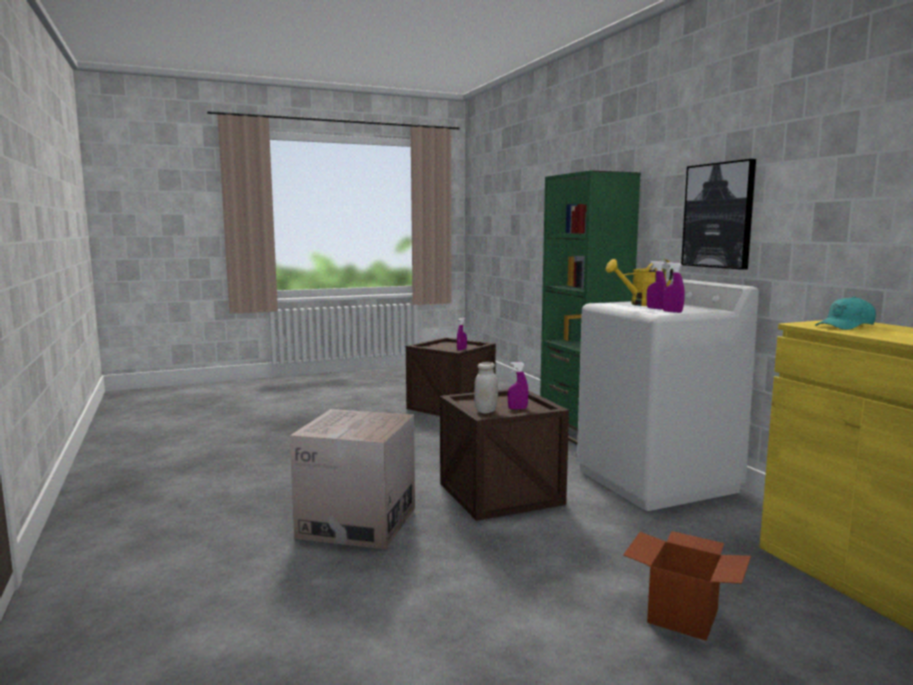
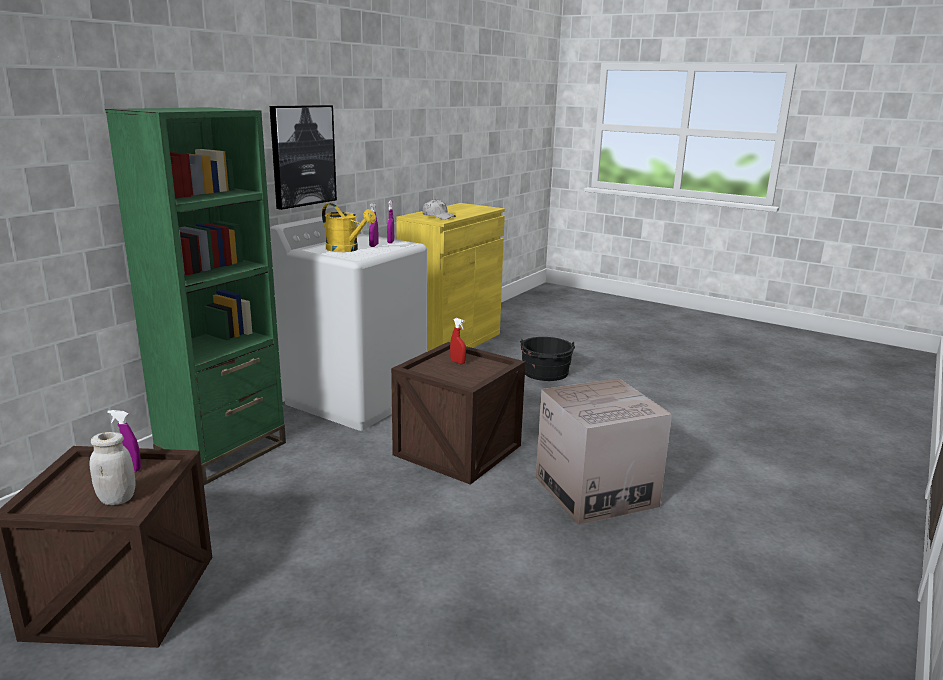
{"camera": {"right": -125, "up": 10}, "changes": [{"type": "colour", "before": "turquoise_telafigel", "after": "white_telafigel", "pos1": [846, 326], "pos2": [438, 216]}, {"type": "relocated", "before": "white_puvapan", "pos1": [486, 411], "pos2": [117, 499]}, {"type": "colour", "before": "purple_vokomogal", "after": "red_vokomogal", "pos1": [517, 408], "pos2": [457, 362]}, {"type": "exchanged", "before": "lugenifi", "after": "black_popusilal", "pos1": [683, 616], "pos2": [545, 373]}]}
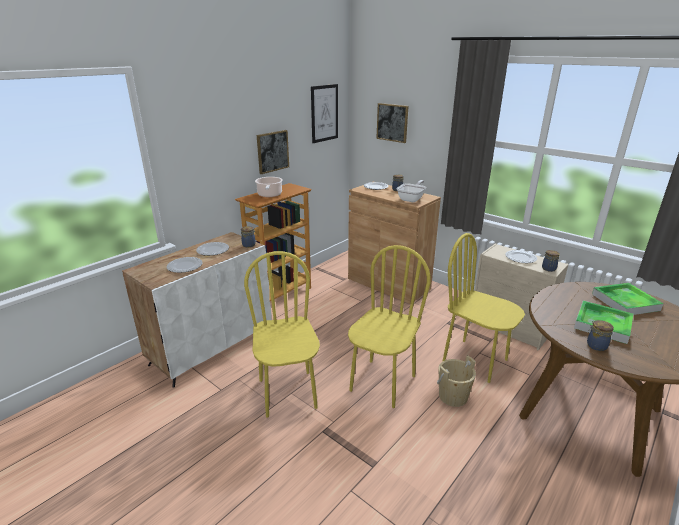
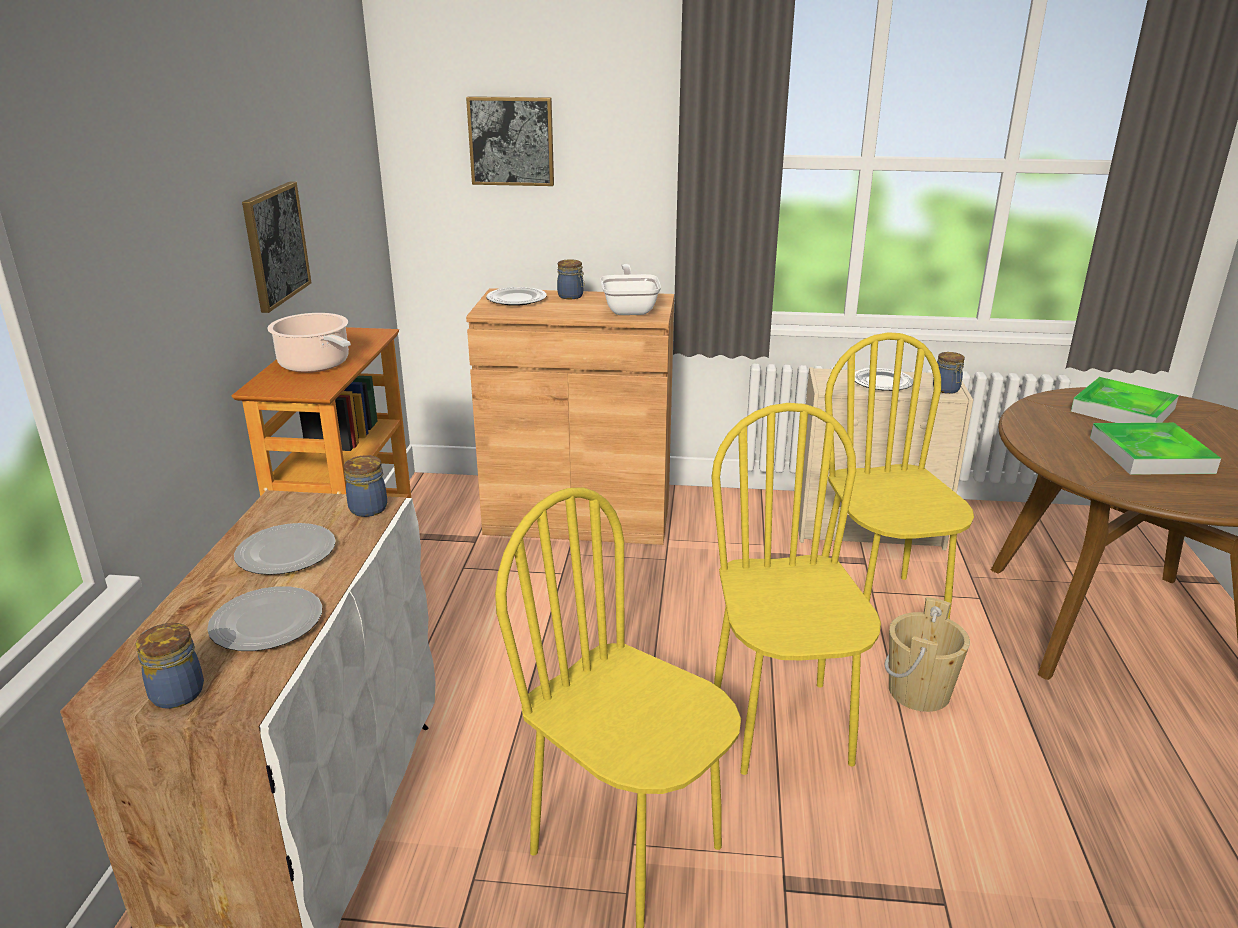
{"camera": {"right": -35, "up": 0}, "changes": [{"type": "missing", "before": "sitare", "pos1": [324, 113]}, {"type": "spun", "before": "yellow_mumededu", "pos1": [475, 360], "pos2": [880, 609], "turn": 75}, {"type": "relocated", "before": "puvapan", "pos1": [595, 345], "pos2": [175, 693]}]}
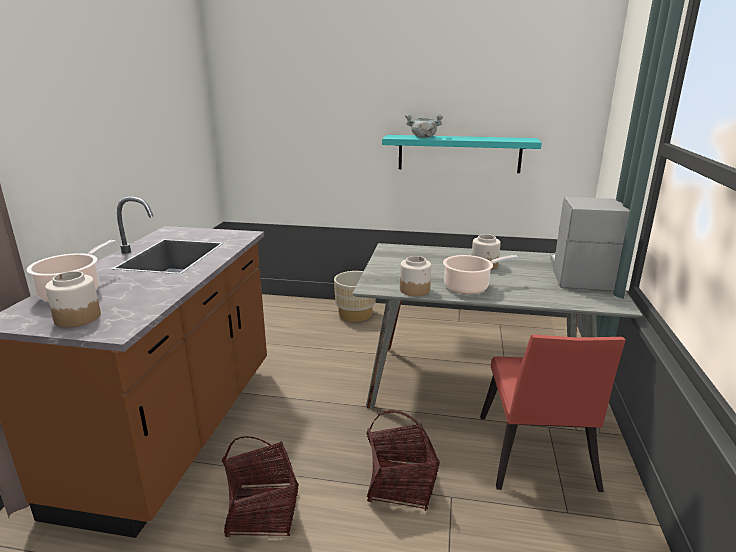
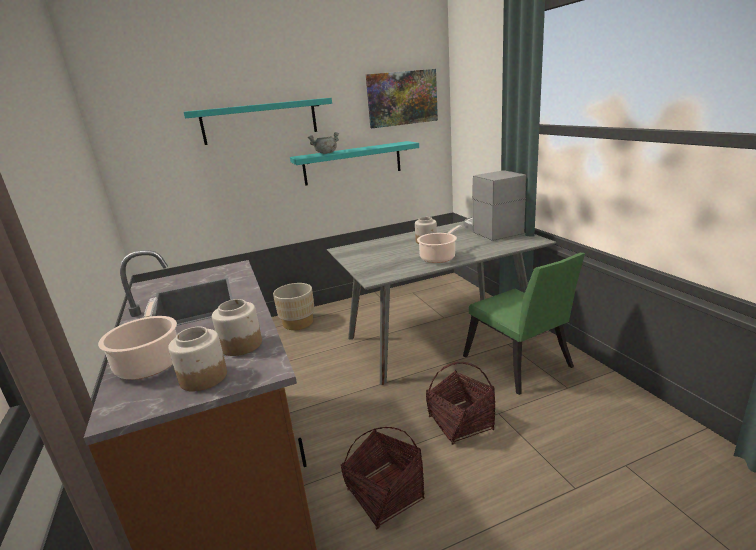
{"camera": {"right": -30, "up": 0}, "changes": [{"type": "relocated", "before": "puvapan", "pos1": [415, 290], "pos2": [241, 344]}, {"type": "colour", "before": "red_mumededu", "after": "green_mumededu", "pos1": [535, 458], "pos2": [520, 365]}, {"type": "appeared", "after": "sitare", "pos2": [402, 98]}, {"type": "appeared", "after": "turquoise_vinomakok", "pos2": [260, 121]}]}
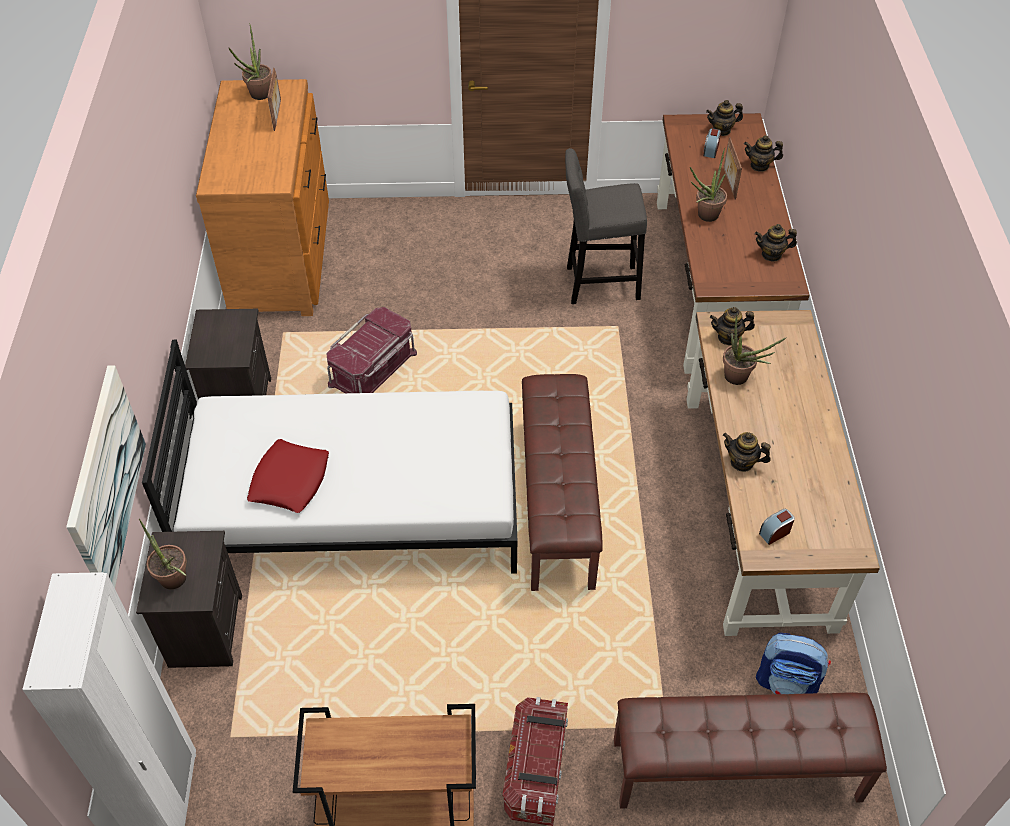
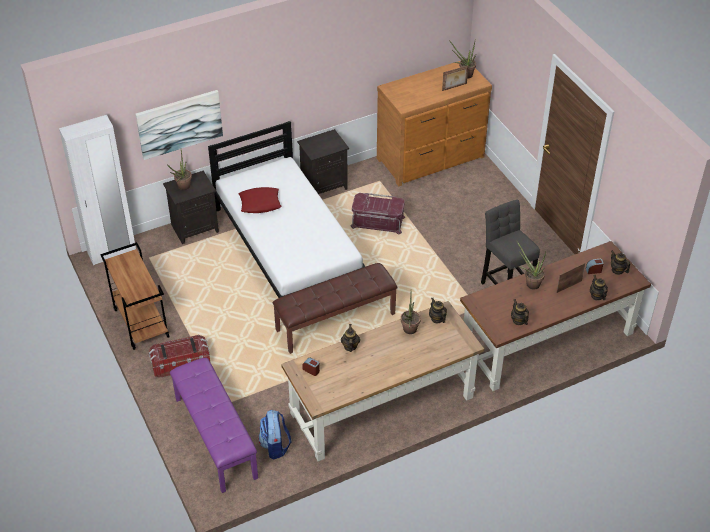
{"camera": {"right": 65, "up": -5}, "changes": [{"type": "colour", "before": "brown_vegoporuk", "after": "purple_vegoporuk", "pos1": [735, 771], "pos2": [215, 437]}]}
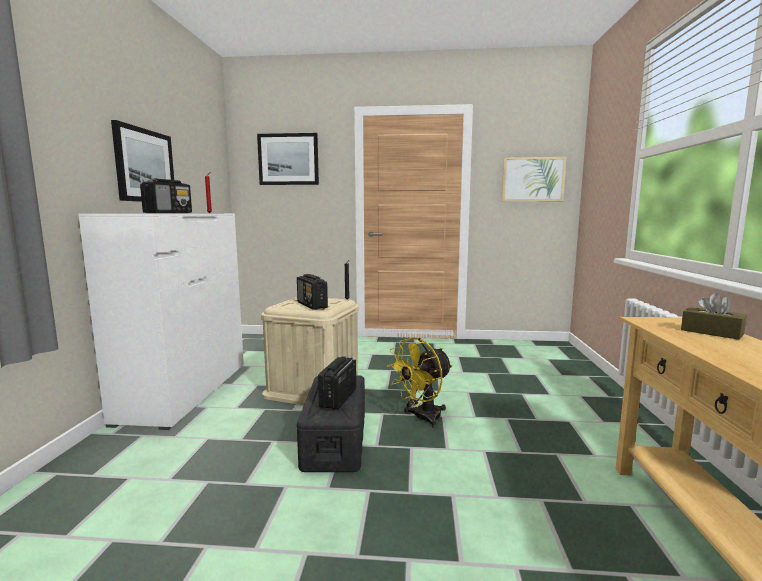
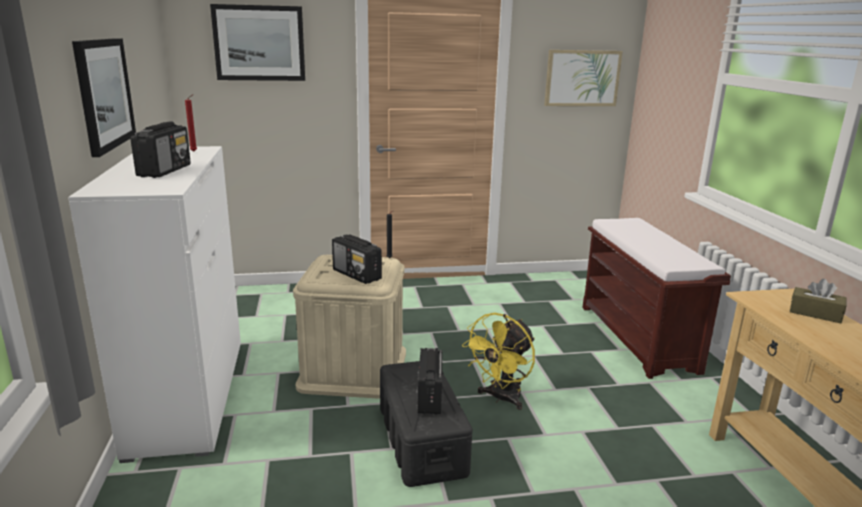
{"camera": {"right": -15, "up": 10}, "changes": [{"type": "appeared", "after": "brown_vegoporuk", "pos2": [638, 338]}]}
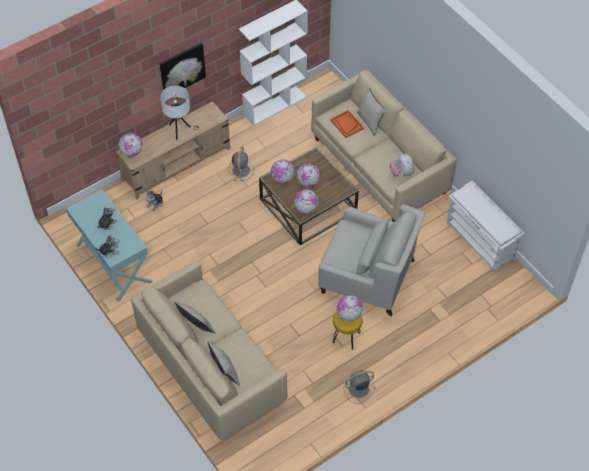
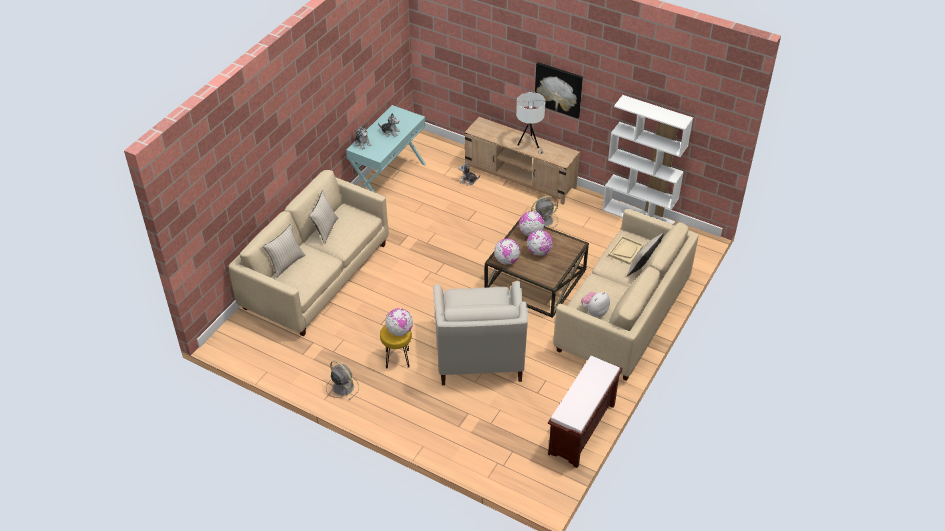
{"camera": {"right": 65, "up": -10}, "changes": [{"type": "colour", "before": "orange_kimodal", "after": "beige_kimodal", "pos1": [346, 124], "pos2": [625, 251]}, {"type": "missing", "before": "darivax", "pos1": [131, 152]}, {"type": "colour", "before": "white_vegoporuk", "after": "brown_vegoporuk", "pos1": [480, 242], "pos2": [582, 430]}]}
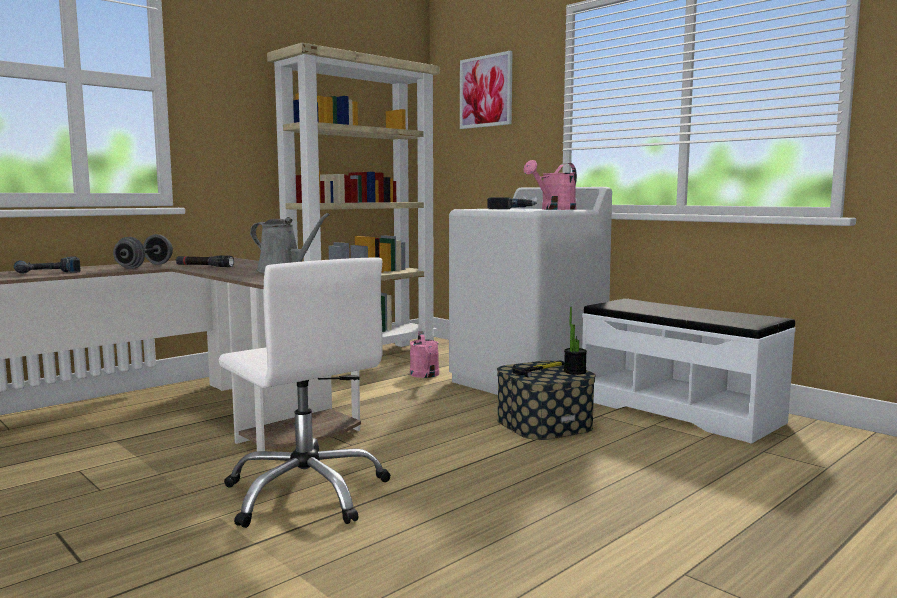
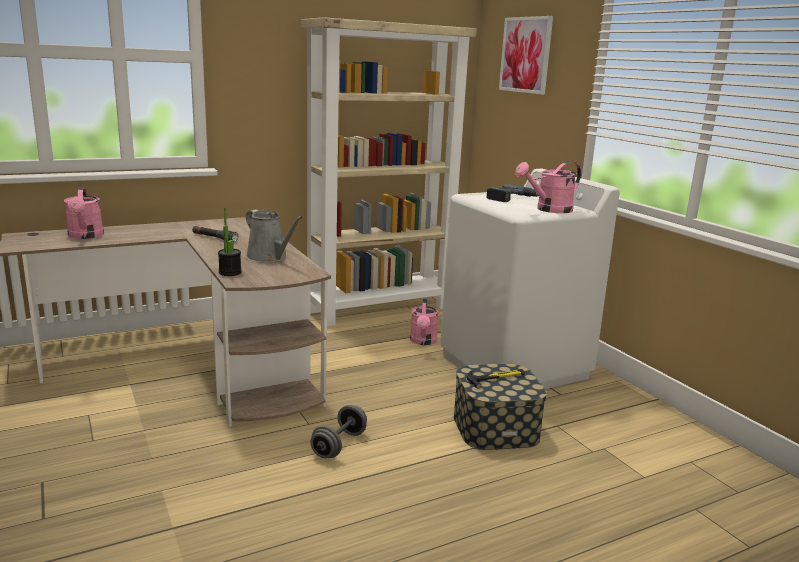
{"camera": {"right": 15, "up": 10}, "changes": [{"type": "relocated", "before": "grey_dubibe", "pos1": [145, 266], "pos2": [339, 445]}, {"type": "exchanged", "before": "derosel", "after": "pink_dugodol", "pos1": [46, 272], "pos2": [85, 236]}, {"type": "missing", "before": "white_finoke", "pos1": [307, 493]}, {"type": "missing", "before": "white_vegoporuk", "pos1": [679, 410]}, {"type": "relocated", "before": "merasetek", "pos1": [574, 371], "pos2": [230, 272]}]}
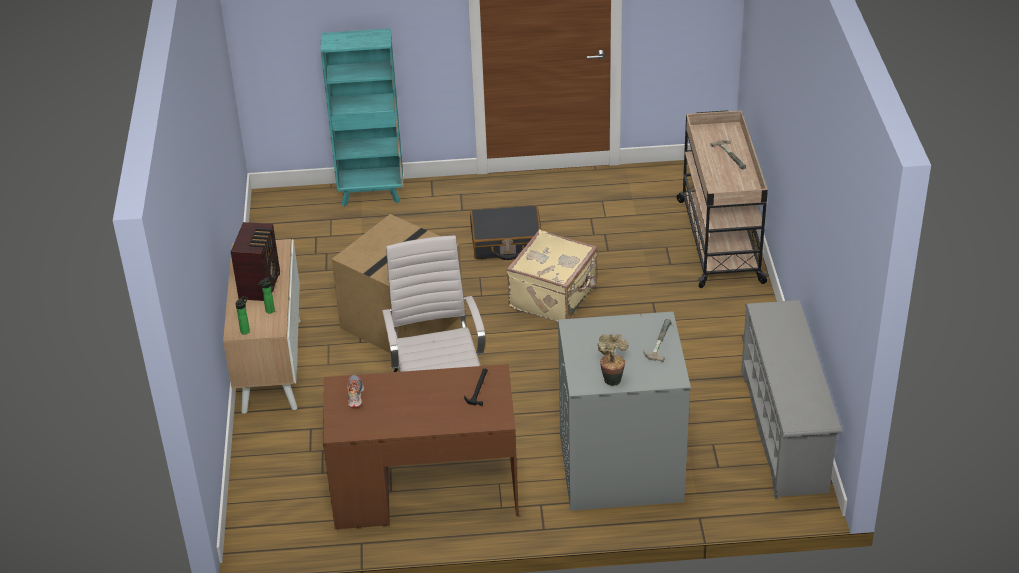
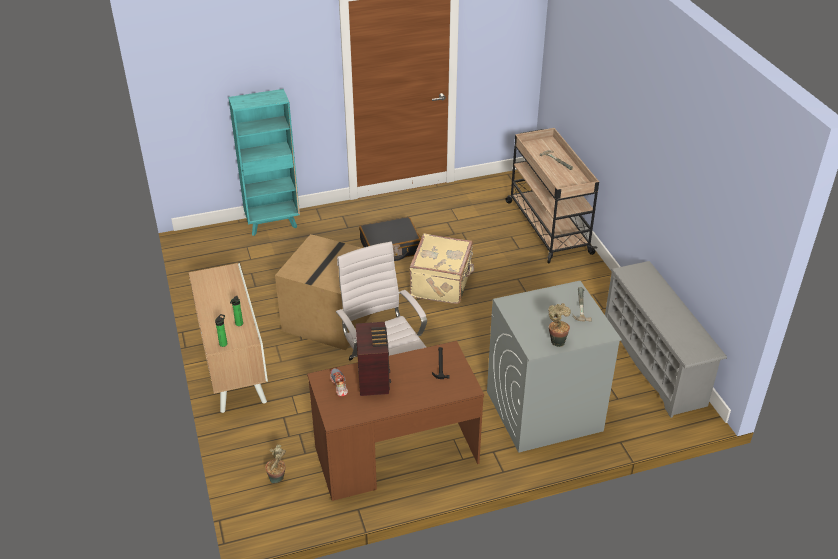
{"camera": {"right": -15, "up": 0}, "changes": [{"type": "relocated", "before": "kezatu", "pos1": [261, 285], "pos2": [374, 378]}, {"type": "appeared", "after": "merasetek", "pos2": [278, 479]}]}
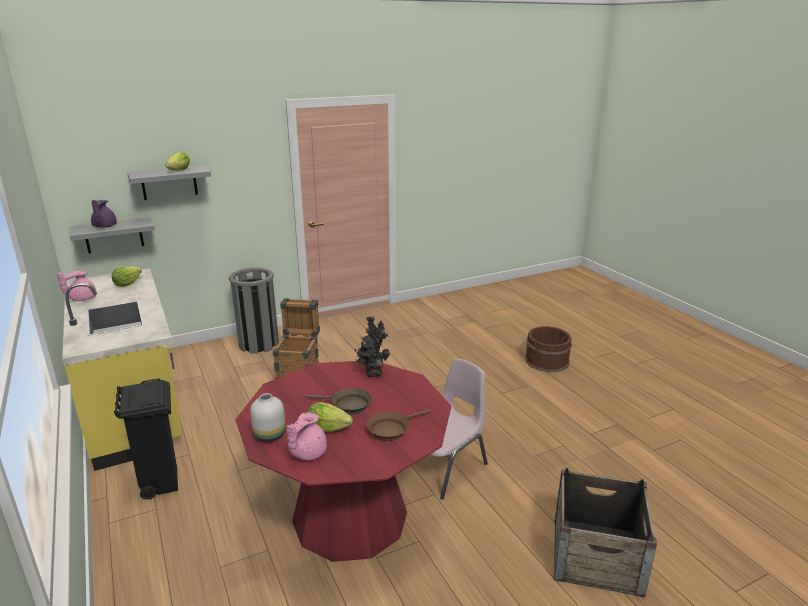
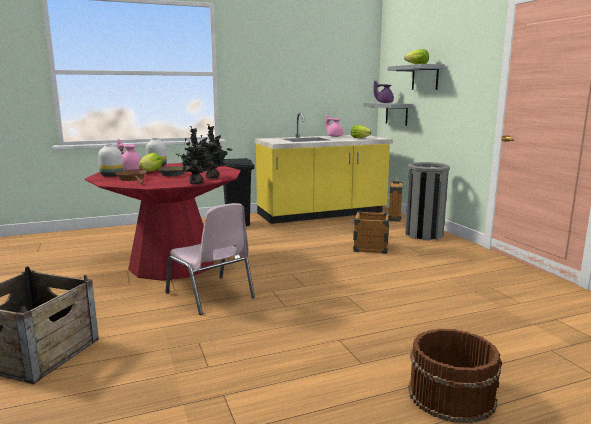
{"camera": {"right": 95, "up": -10}, "changes": [{"type": "appeared", "after": "merasetek", "pos2": [197, 183]}, {"type": "appeared", "after": "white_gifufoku", "pos2": [111, 175]}]}
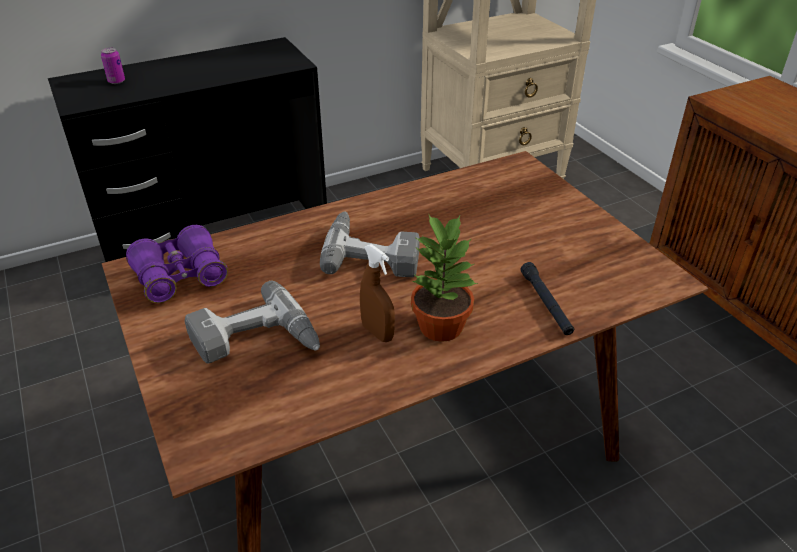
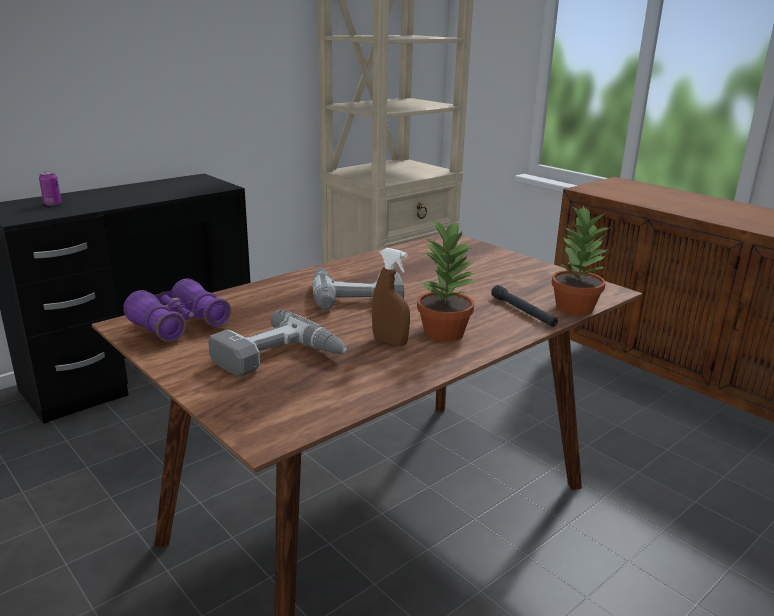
{"camera": {"right": -15, "up": -15}, "changes": [{"type": "appeared", "after": "merasetek", "pos2": [573, 307]}]}
